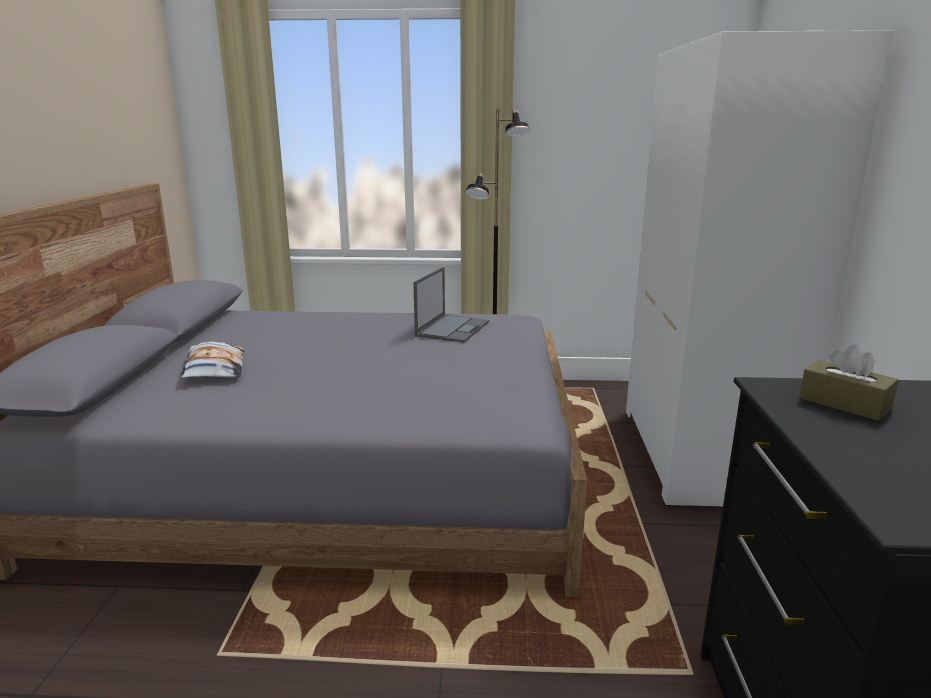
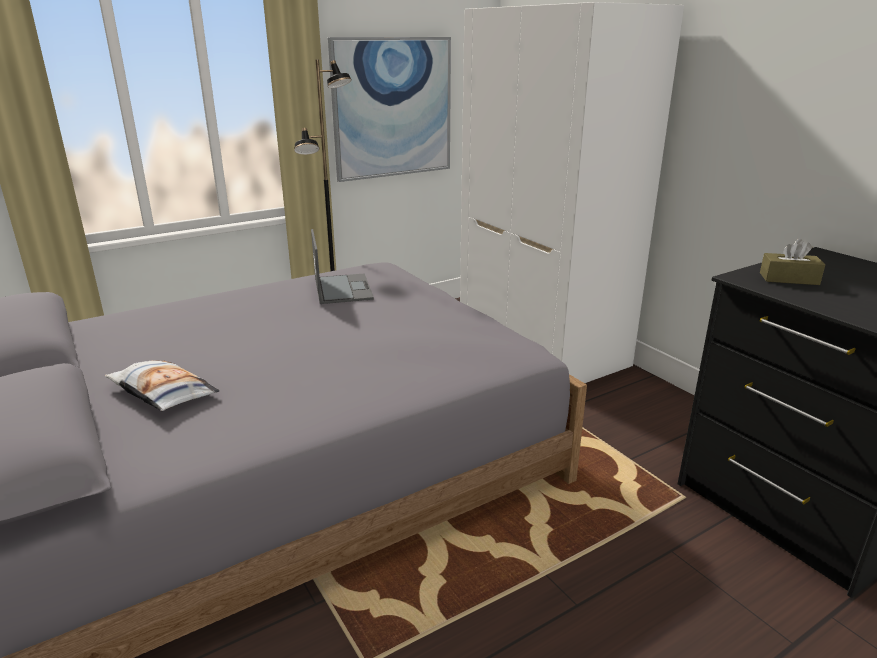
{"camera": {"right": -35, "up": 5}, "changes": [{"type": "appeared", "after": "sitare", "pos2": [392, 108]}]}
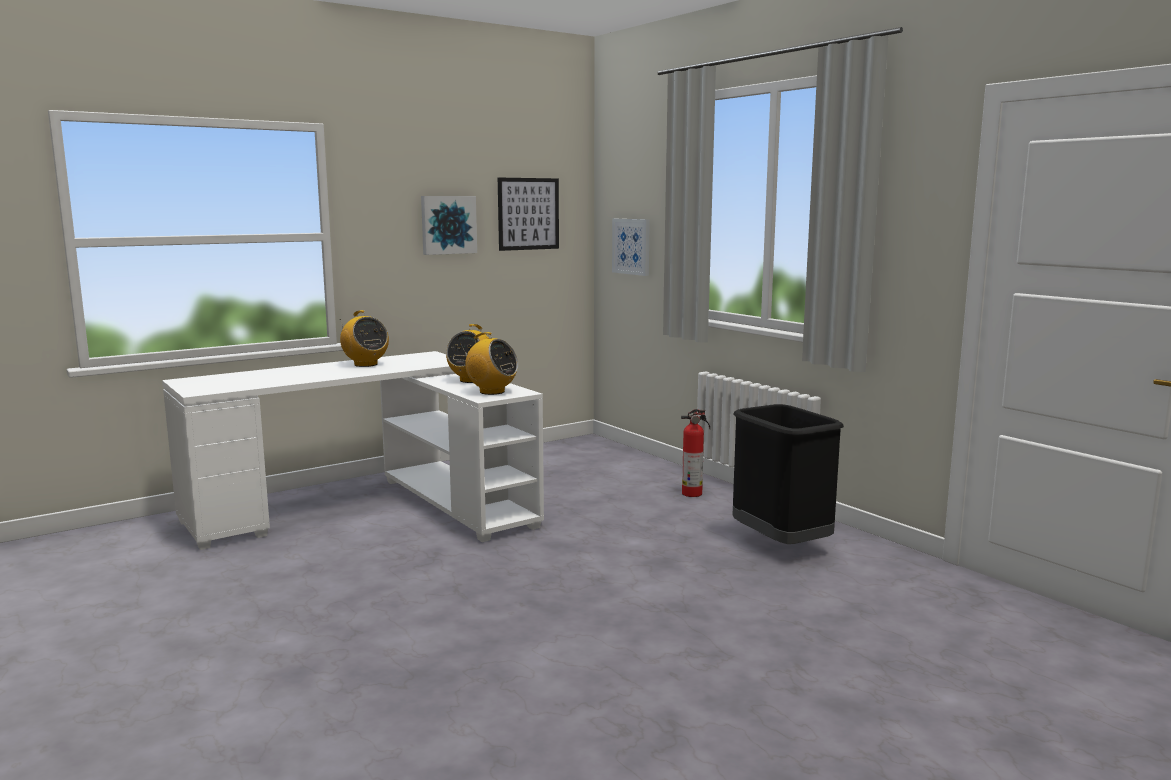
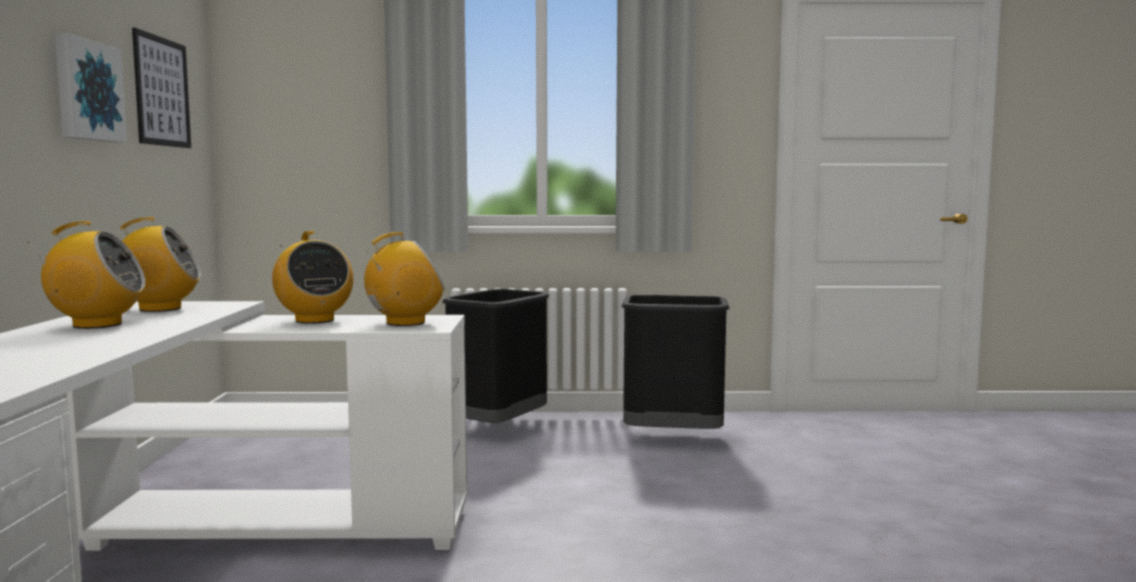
{"camera": {"right": -55, "up": -5}, "changes": [{"type": "missing", "before": "sitare", "pos1": [631, 246]}, {"type": "exchanged", "before": "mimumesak", "after": "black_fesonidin", "pos1": [693, 493], "pos2": [498, 429]}, {"type": "appeared", "after": "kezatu", "pos2": [159, 309]}]}
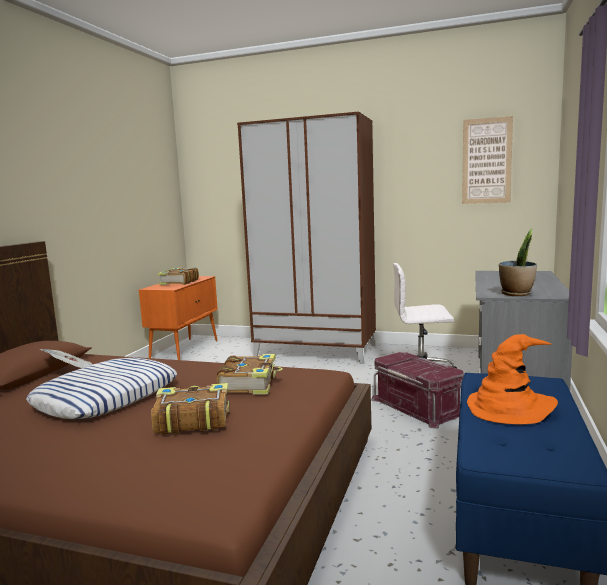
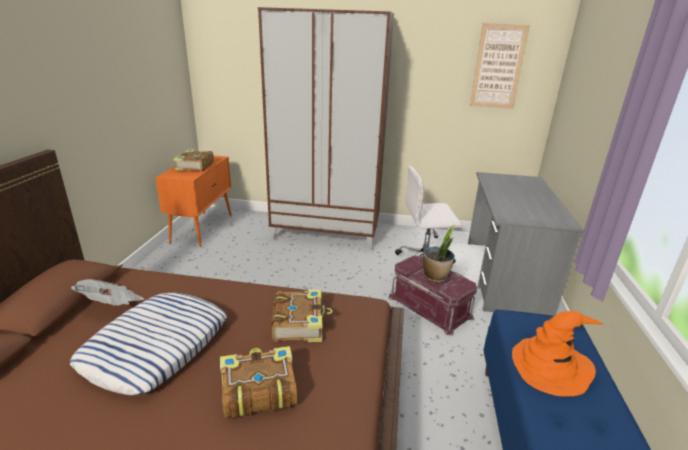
{"camera": {"right": -10, "up": 15}, "changes": [{"type": "relocated", "before": "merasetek", "pos1": [516, 294], "pos2": [435, 277]}]}
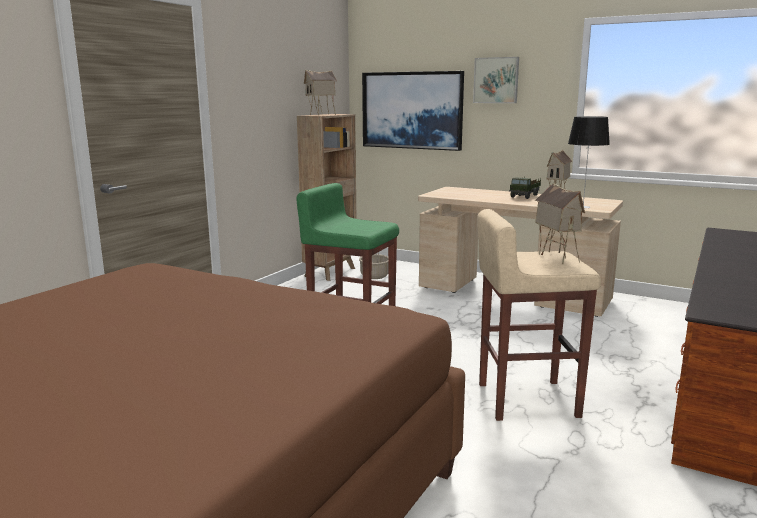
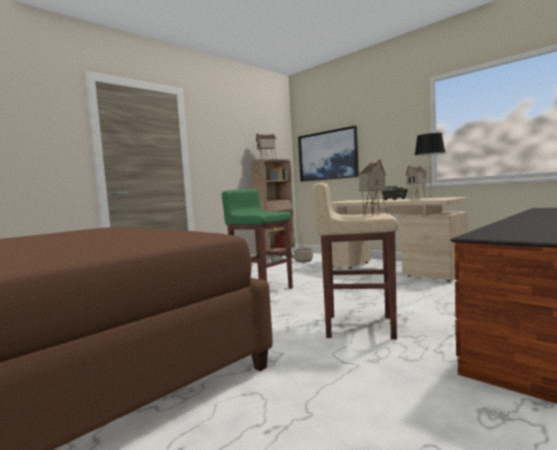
{"camera": {"right": 15, "up": -10}, "changes": [{"type": "missing", "before": "sitare", "pos1": [496, 80]}]}
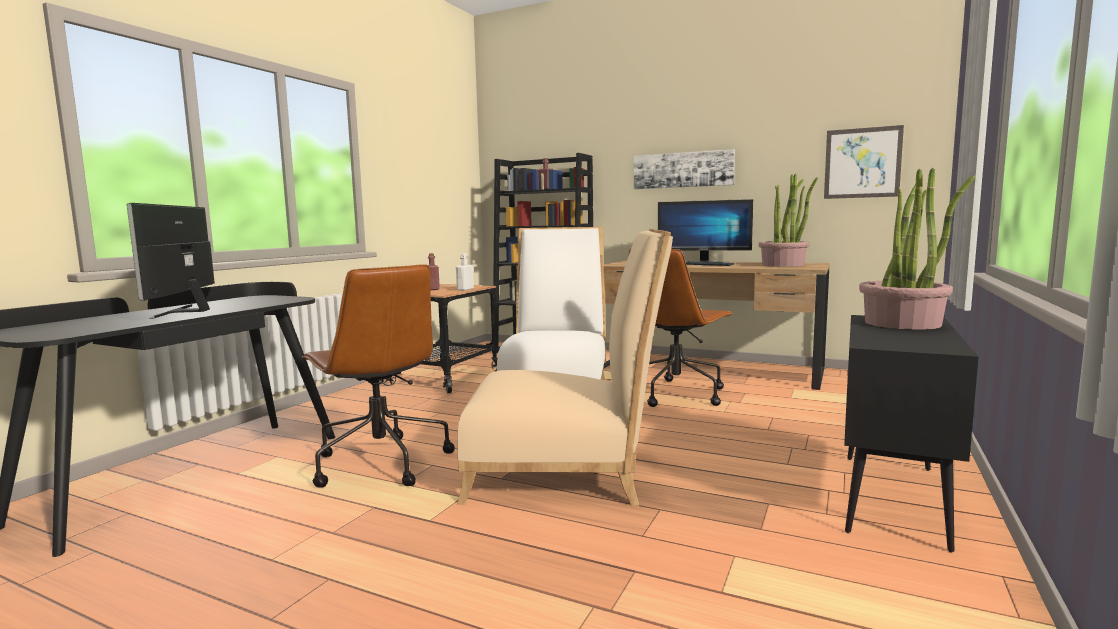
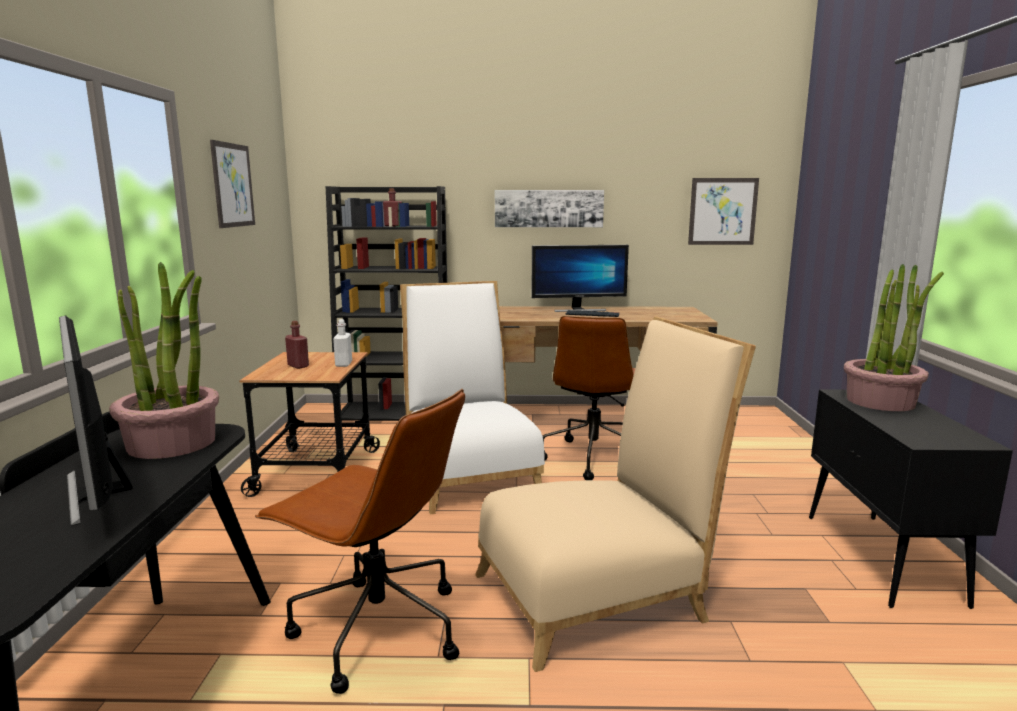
{"camera": {"right": -25, "up": 5}, "changes": [{"type": "relocated", "before": "merasetek", "pos1": [783, 265], "pos2": [173, 443]}, {"type": "appeared", "after": "sitare", "pos2": [233, 185]}]}
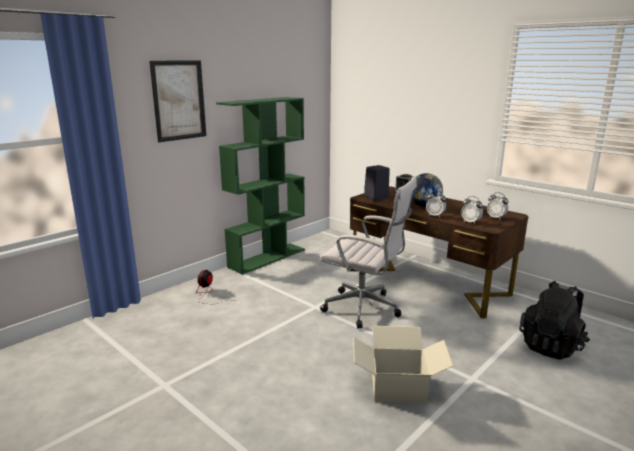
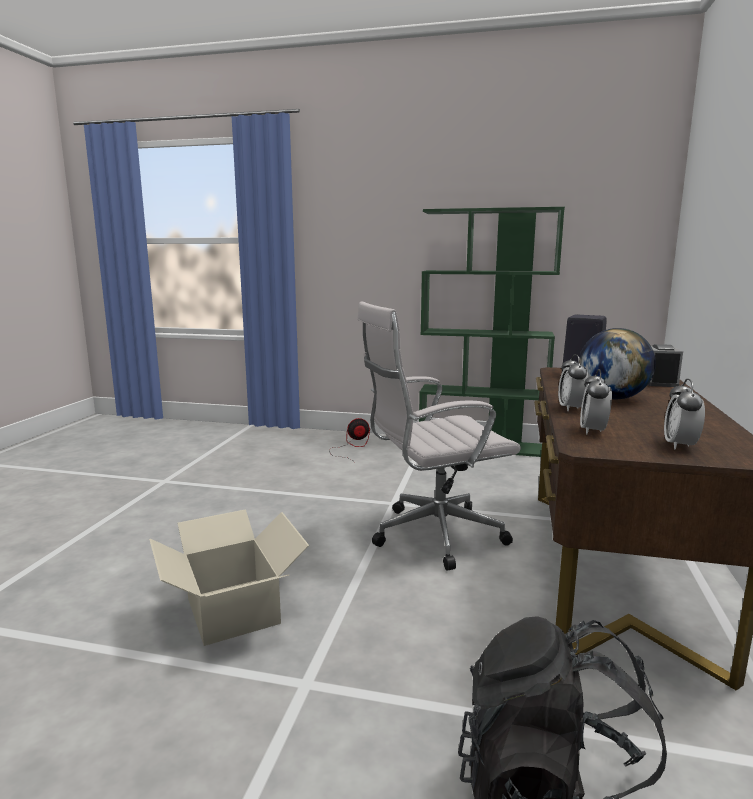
{"camera": {"right": 60, "up": -5}, "changes": [{"type": "missing", "before": "sitare", "pos1": [179, 100]}, {"type": "spun", "before": "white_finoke", "pos1": [365, 309], "pos2": [432, 536], "turn": 75}]}
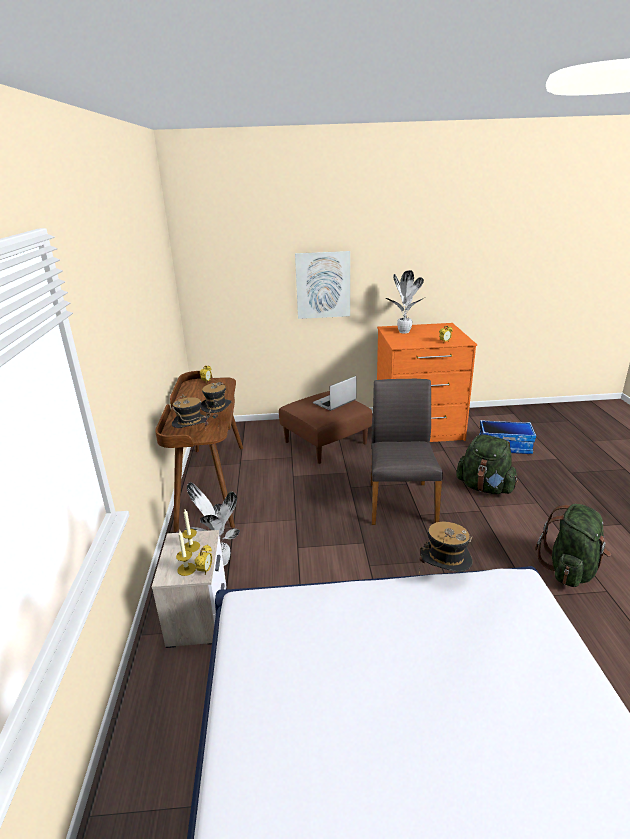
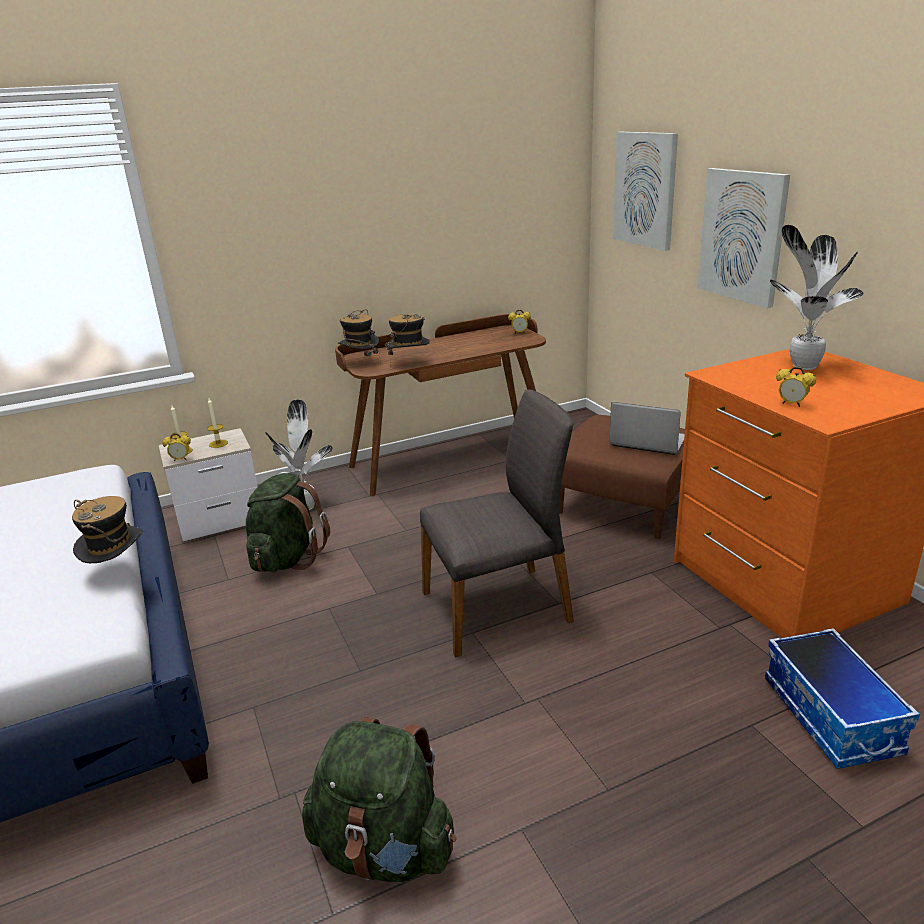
{"camera": {"right": 70, "up": 0}, "changes": [{"type": "relocated", "before": "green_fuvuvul", "pos1": [485, 487], "pos2": [287, 558]}, {"type": "appeared", "after": "sitare", "pos2": [645, 189]}]}
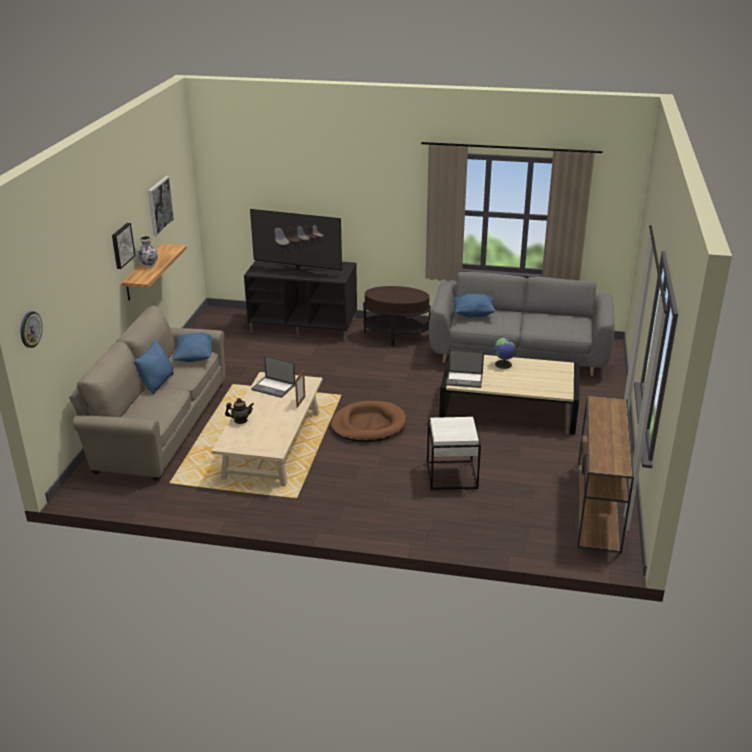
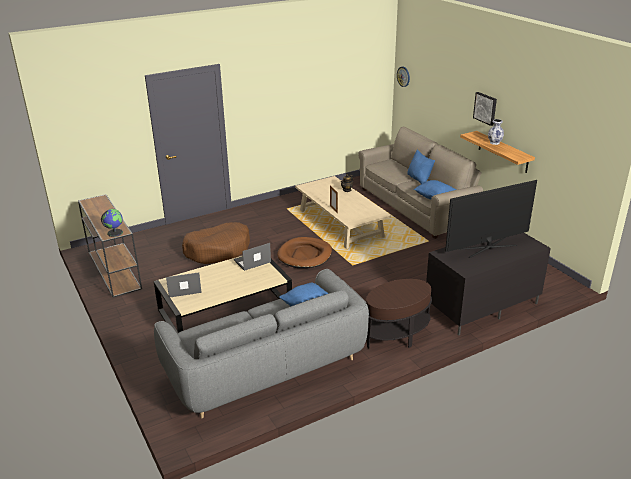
{"camera": {"right": 140, "up": 0}, "changes": [{"type": "missing", "before": "sitare", "pos1": [160, 205]}, {"type": "relocated", "before": "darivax", "pos1": [503, 364], "pos2": [115, 232]}, {"type": "relocated", "before": "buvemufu", "pos1": [274, 387], "pos2": [183, 288]}, {"type": "exchanged", "before": "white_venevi", "after": "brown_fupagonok", "pos1": [452, 475], "pos2": [218, 250]}]}
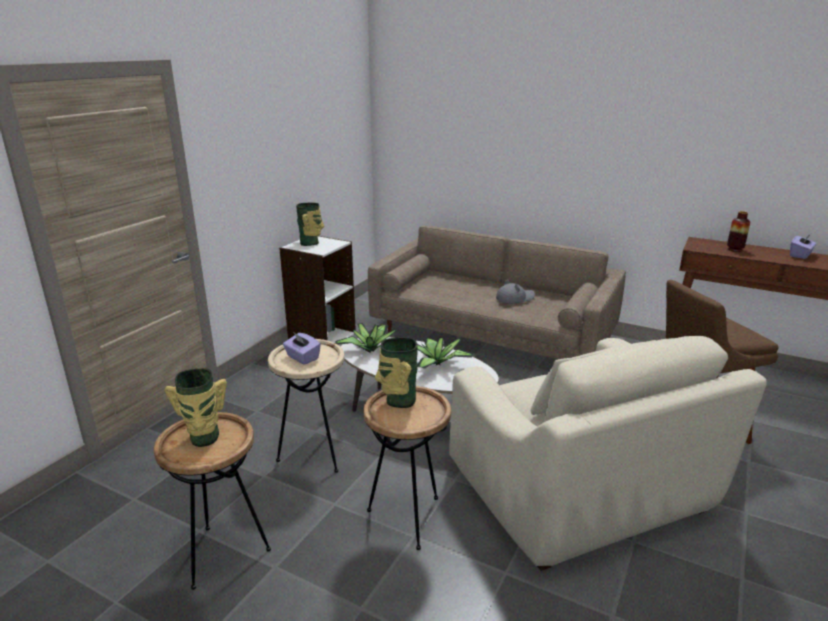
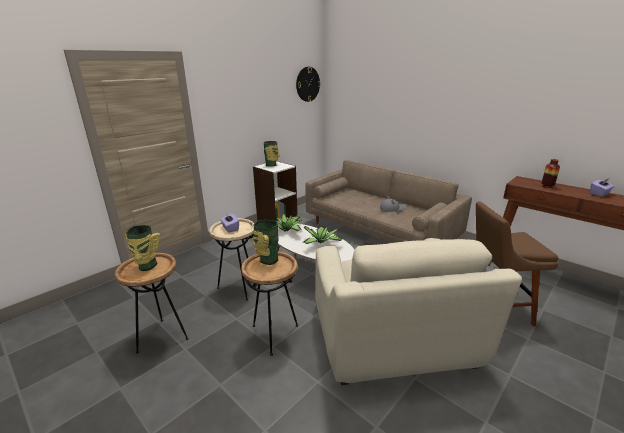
{"camera": {"right": 15, "up": 0}, "changes": [{"type": "appeared", "after": "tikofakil", "pos2": [307, 84]}]}
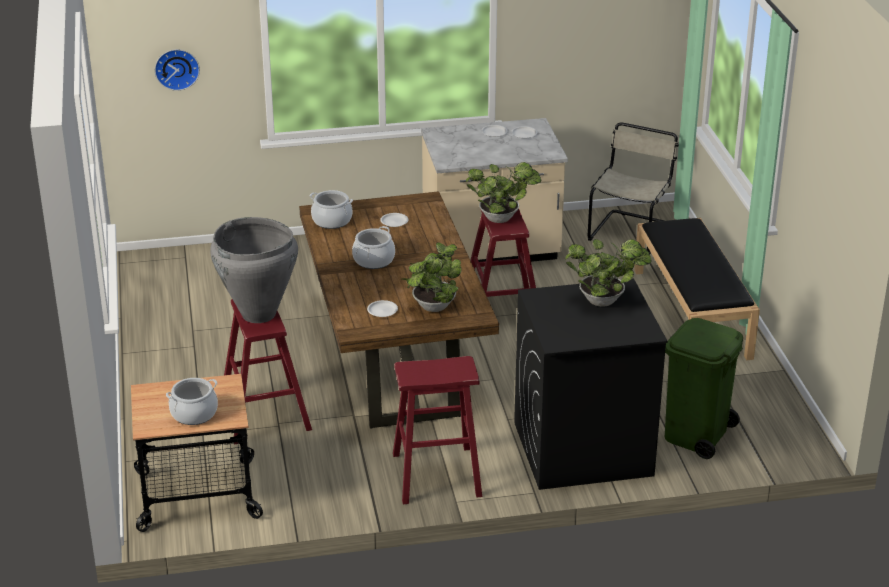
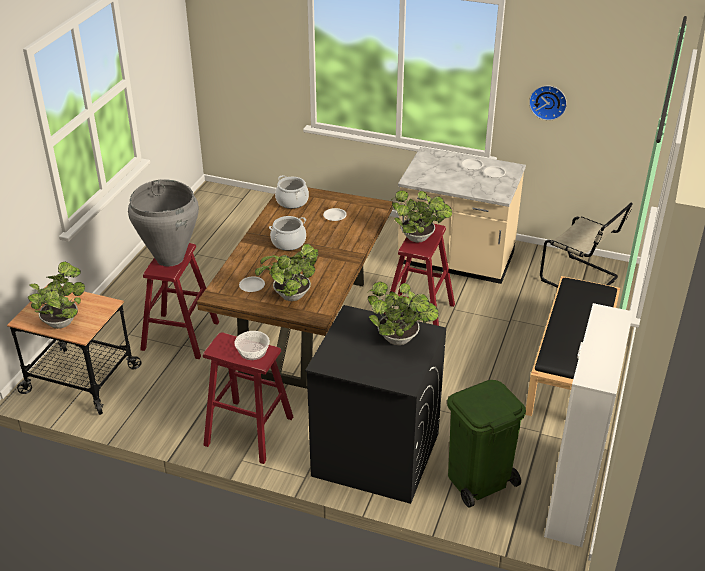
{"camera": {"right": 30, "up": 5}, "changes": [{"type": "relocated", "before": "tikofakil", "pos1": [177, 68], "pos2": [548, 101]}, {"type": "spun", "before": "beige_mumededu", "pos1": [630, 231], "pos2": [581, 279], "turn": 75}, {"type": "exchanged", "before": "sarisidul", "after": "merasetek", "pos1": [194, 414], "pos2": [62, 321]}, {"type": "appeared", "after": "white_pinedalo", "pos2": [572, 498]}, {"type": "appeared", "after": "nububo", "pos2": [252, 351]}]}
